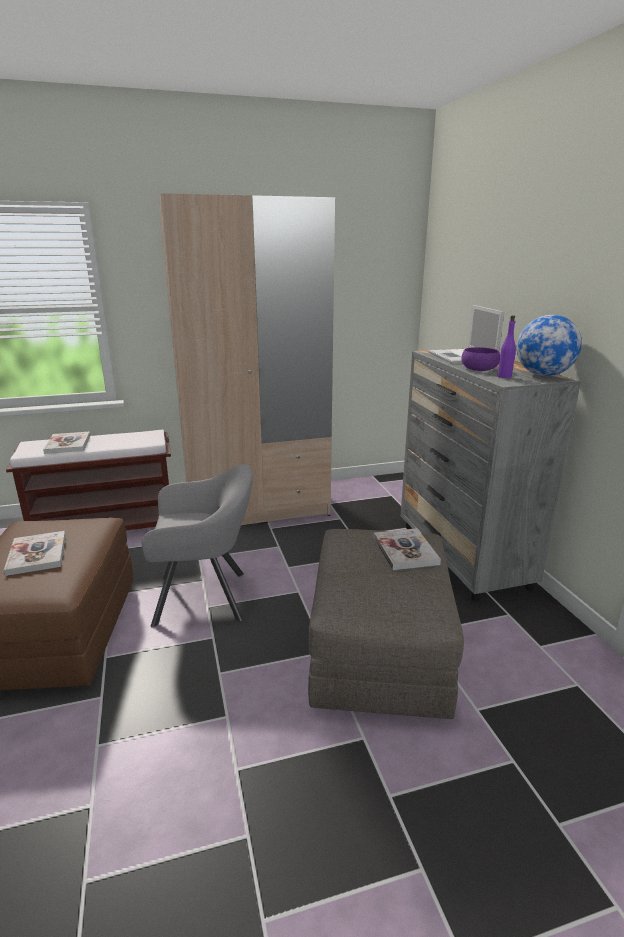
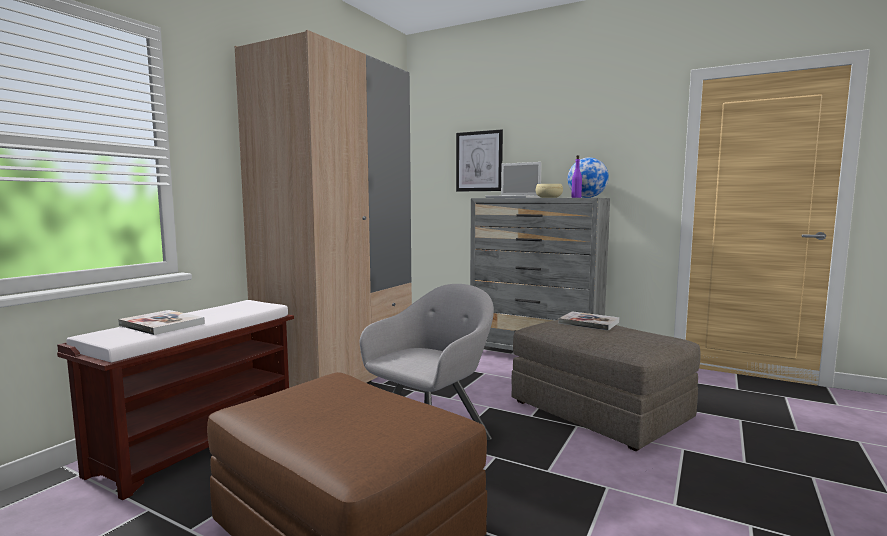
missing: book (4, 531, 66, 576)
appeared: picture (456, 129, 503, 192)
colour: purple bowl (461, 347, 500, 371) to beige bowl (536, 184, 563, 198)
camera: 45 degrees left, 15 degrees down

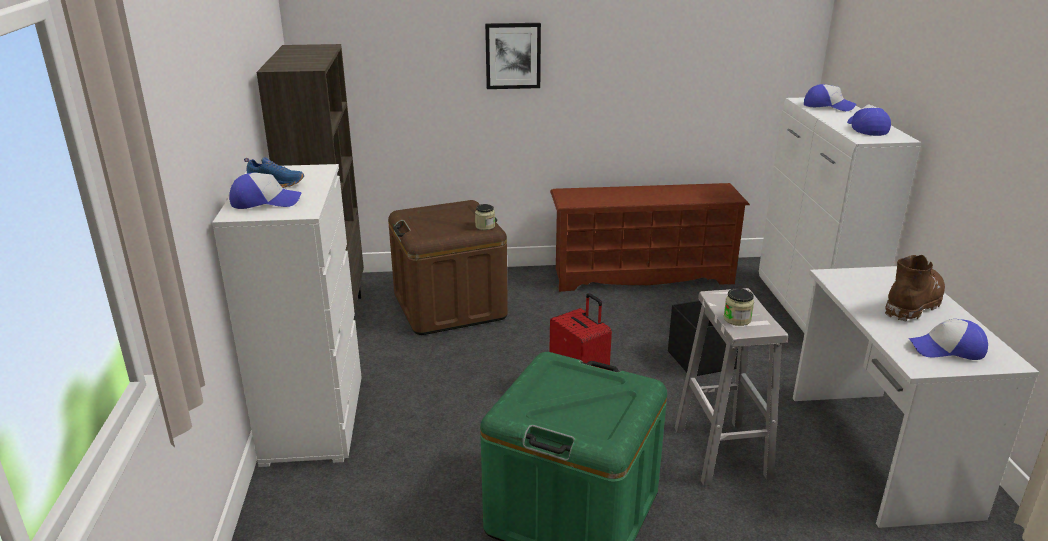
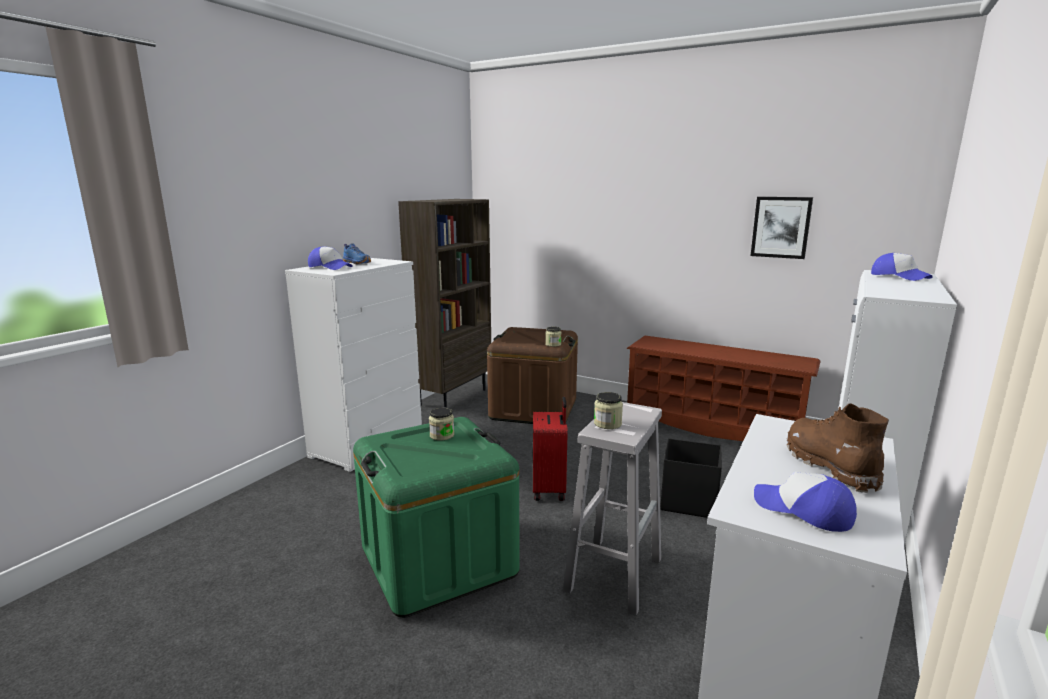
missing: cap (847, 104, 891, 136)
appeared: jar (429, 407, 454, 441)
relocated: picture (485, 23, 541, 89) to (751, 197, 813, 259)
spun: brown boot (885, 255, 945, 322) = (787, 403, 889, 493) 90 degrees counterclockwise
camera: 35 degrees right, 10 degrees down

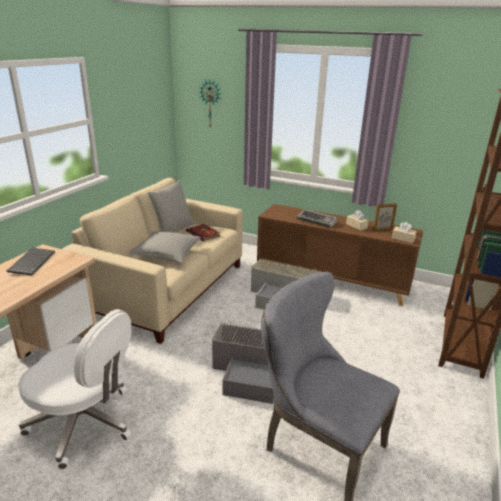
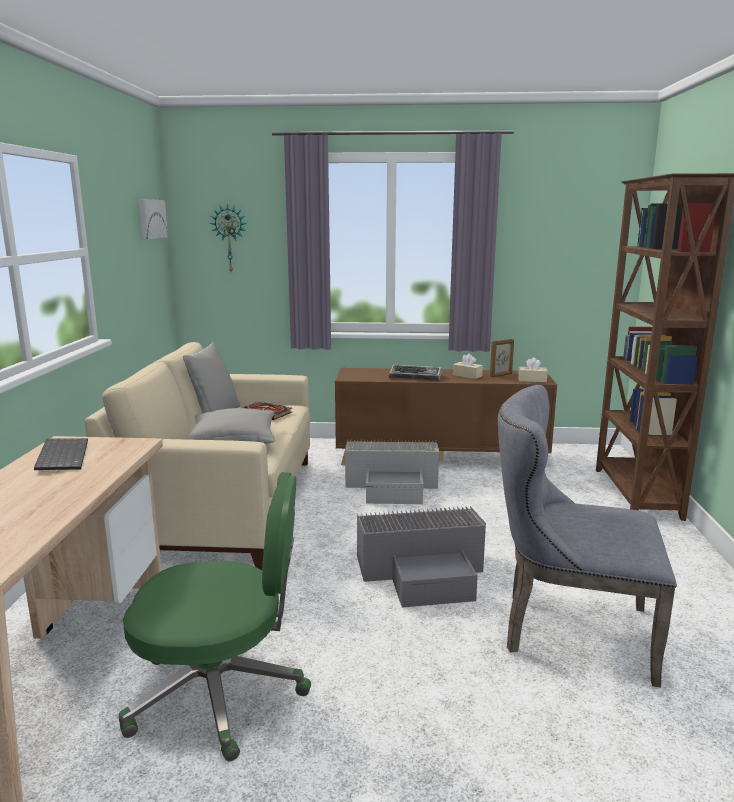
appeared: picture (139, 199, 168, 239)
colour: white office chair (18, 309, 132, 469) to green office chair (119, 472, 311, 762)
camera: 20 degrees left, 10 degrees down

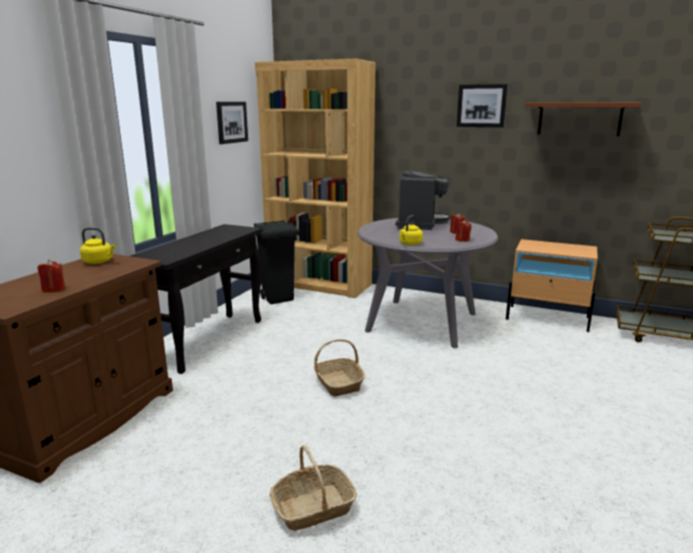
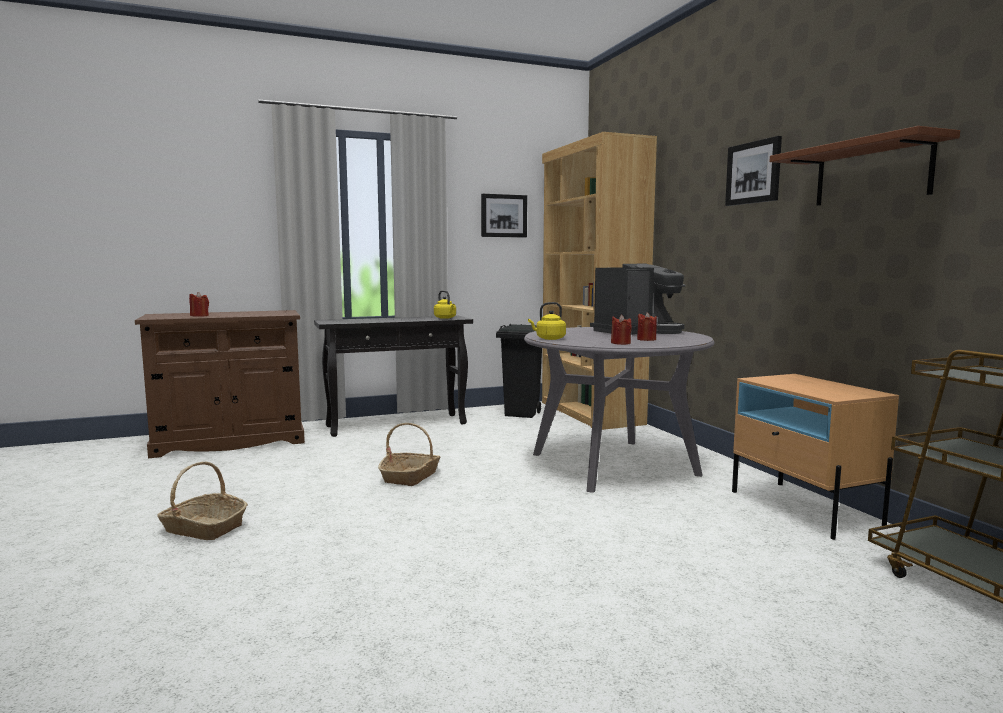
relocated: yellow kettle (80, 227, 116, 264) to (434, 290, 456, 319)
camera: 45 degrees right, 10 degrees down

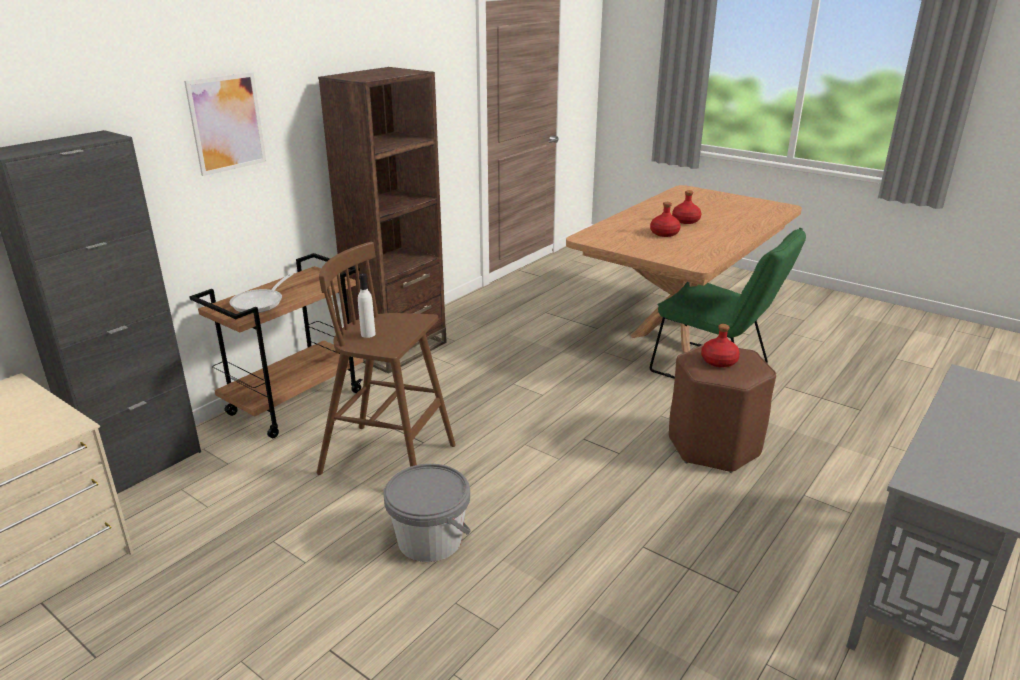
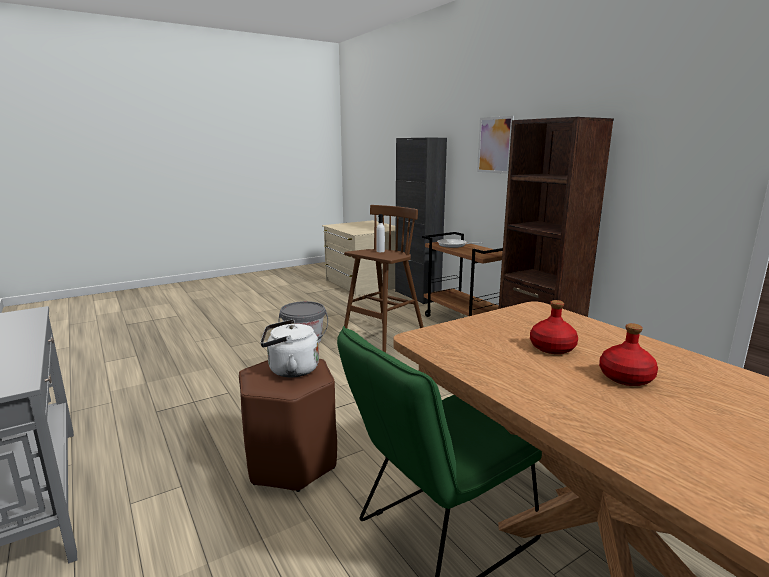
exchanged: red bottle (701, 324, 740, 368) to white kettle (260, 319, 319, 377)
camera: 110 degrees right, 10 degrees down

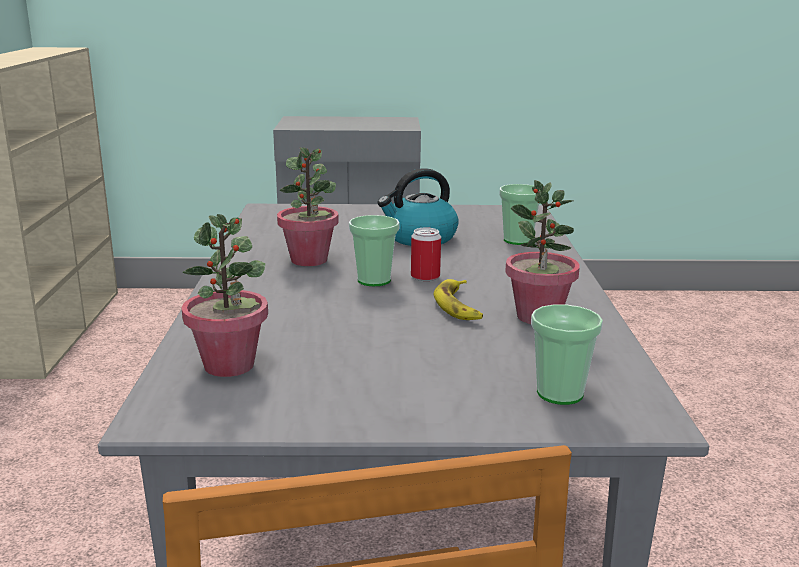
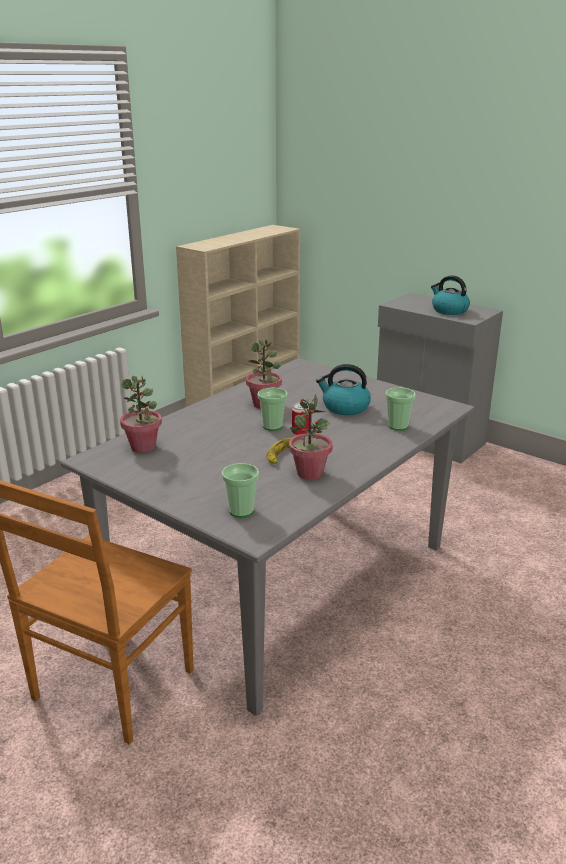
appeared: kettle (431, 275, 470, 315)
camera: 40 degrees right, 5 degrees up

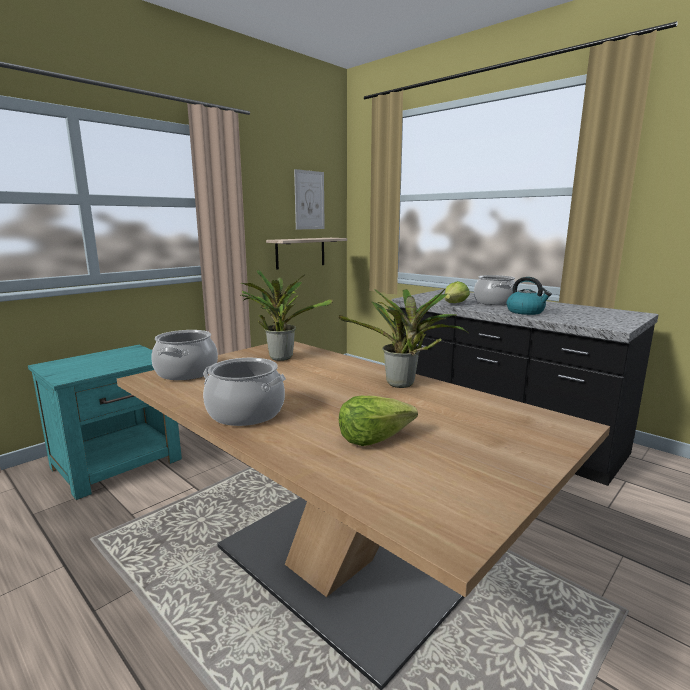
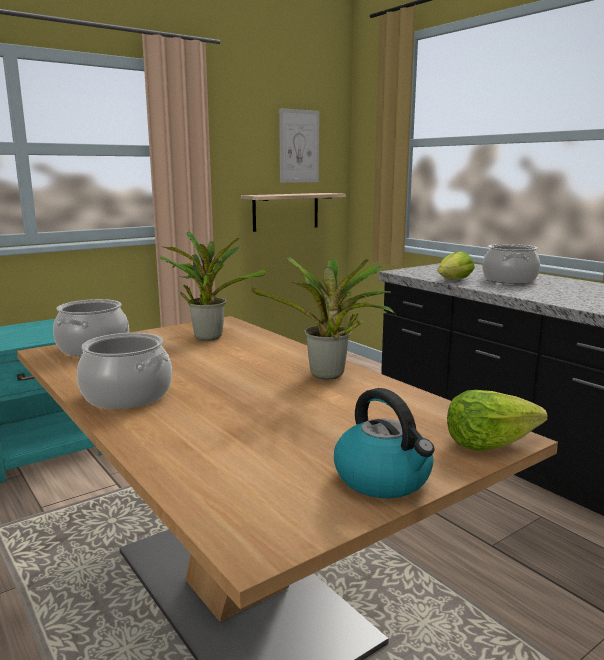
relocated: lettuce (339, 396, 418, 446) to (447, 390, 548, 451); kettle (507, 277, 552, 315) to (334, 388, 434, 498)
camera: 10 degrees right, 0 degrees up

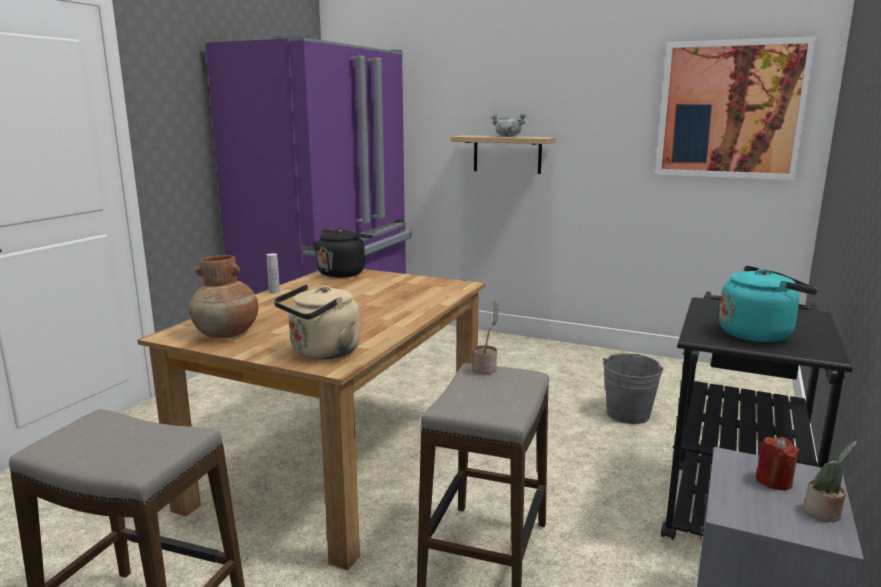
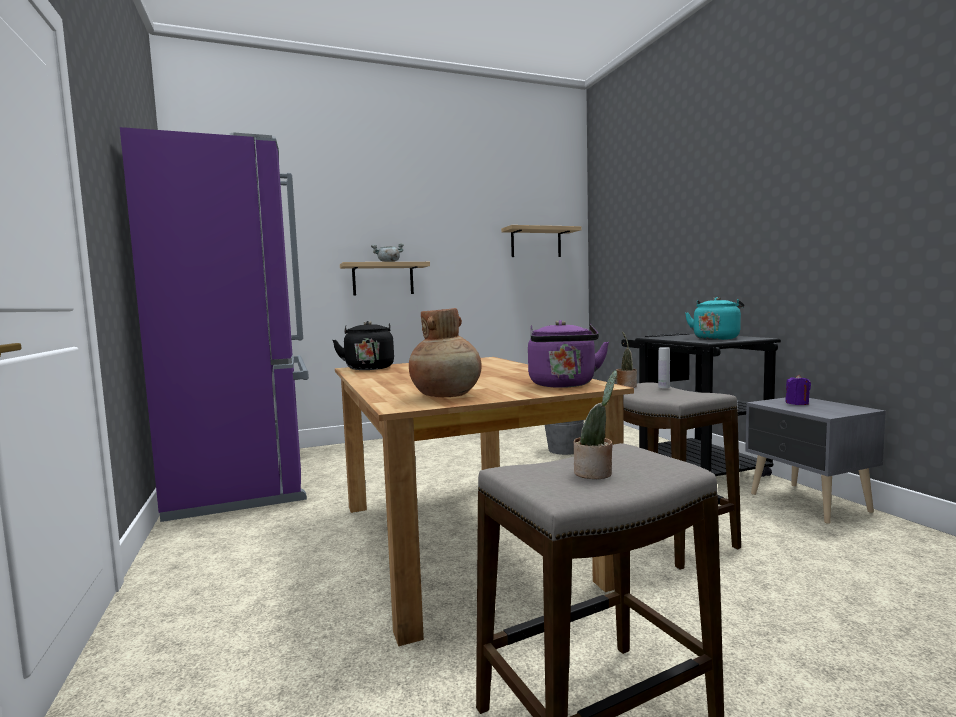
relocated: white bottle (267, 253, 280, 293) to (658, 347, 670, 388); potted plant (804, 441, 857, 522) to (573, 370, 617, 479)
exchanged: picture (655, 37, 816, 180) to shelf (501, 225, 582, 257)
colour: beige kettle (274, 284, 360, 360) to purple kettle (528, 320, 609, 388); red candle (756, 437, 799, 490) to purple candle (785, 375, 811, 405)
camera: 45 degrees left, 10 degrees down

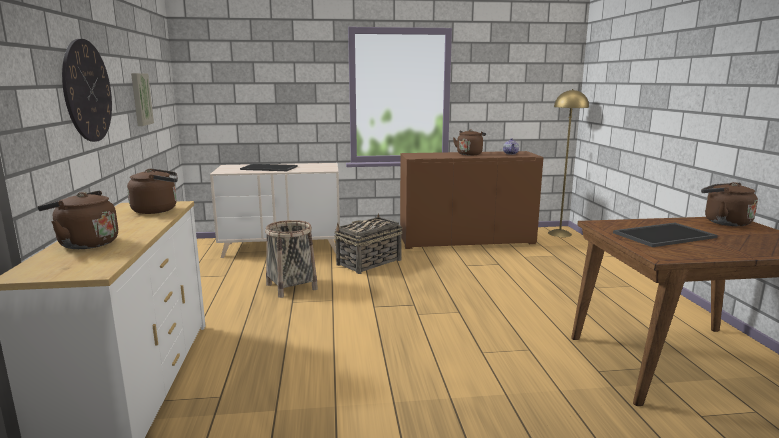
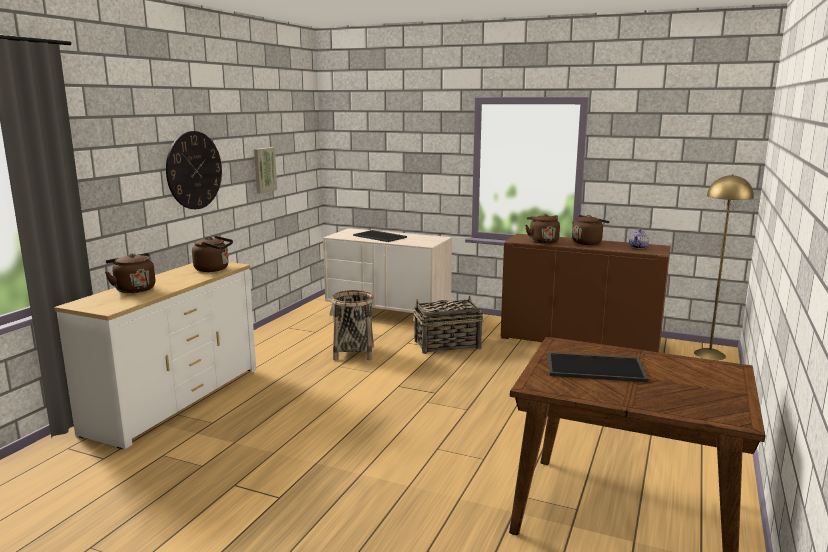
relocated: brown kettle (701, 182, 758, 226) to (525, 214, 560, 244)
camera: 30 degrees right, 0 degrees up

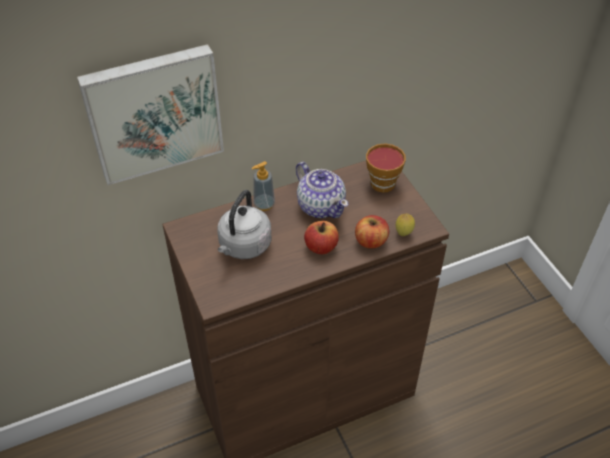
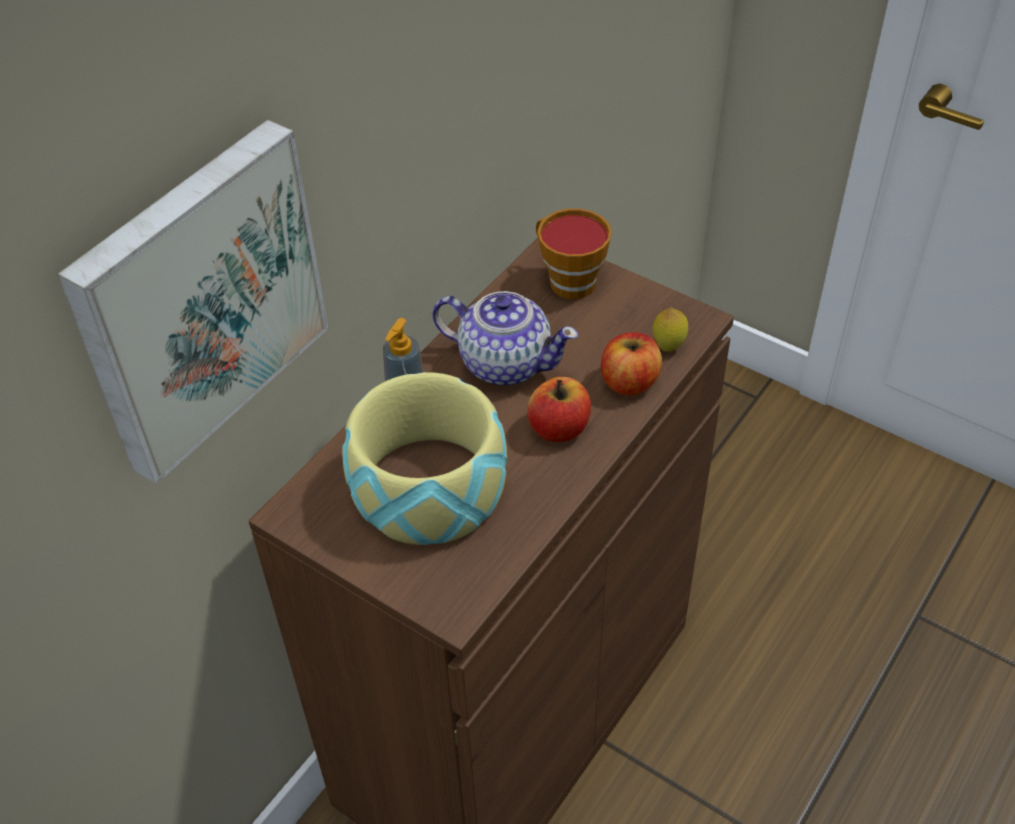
exchanged: grey kettle (217, 190, 272, 259) to bowl (342, 372, 507, 545)
camera: 30 degrees left, 0 degrees up

